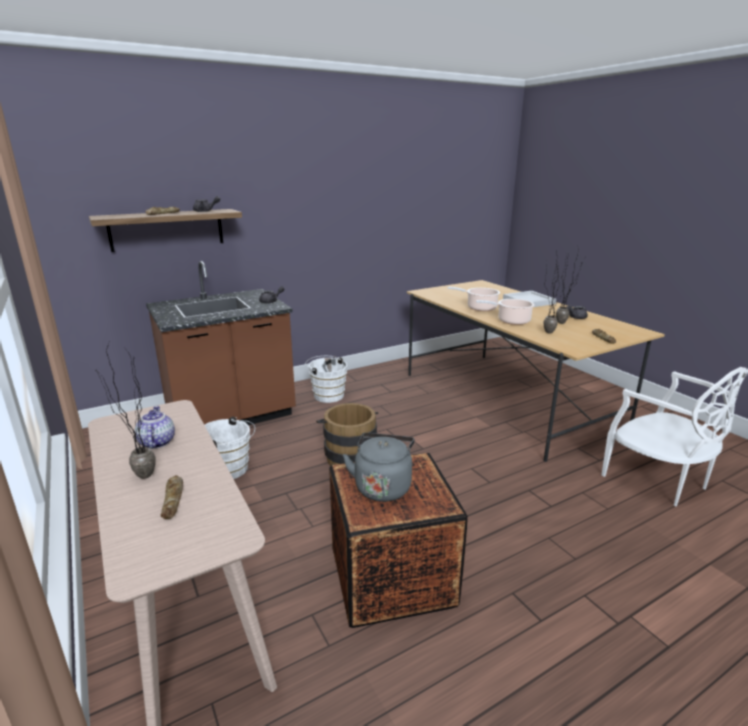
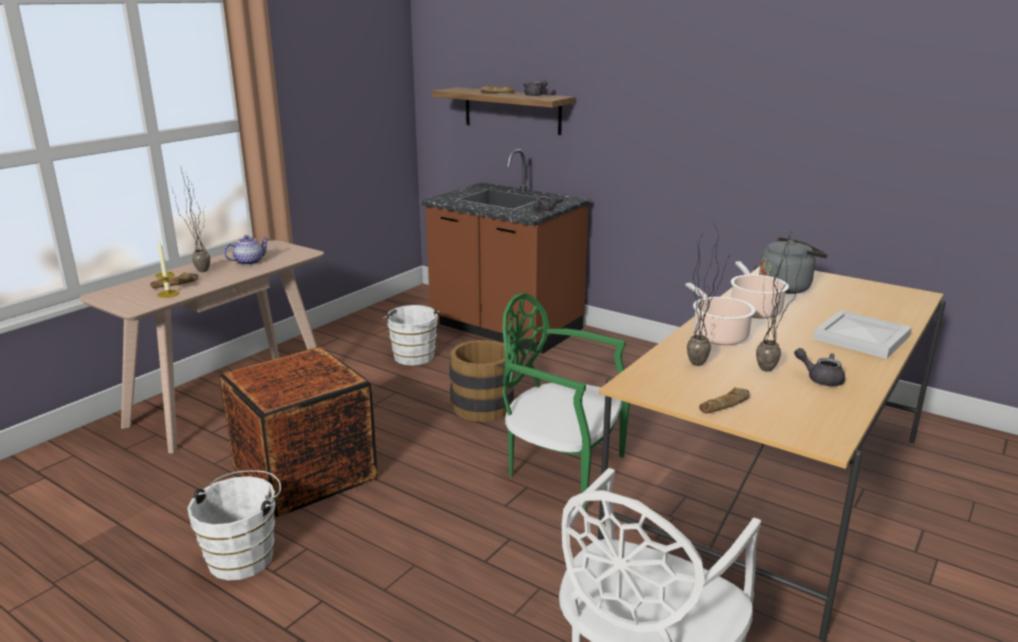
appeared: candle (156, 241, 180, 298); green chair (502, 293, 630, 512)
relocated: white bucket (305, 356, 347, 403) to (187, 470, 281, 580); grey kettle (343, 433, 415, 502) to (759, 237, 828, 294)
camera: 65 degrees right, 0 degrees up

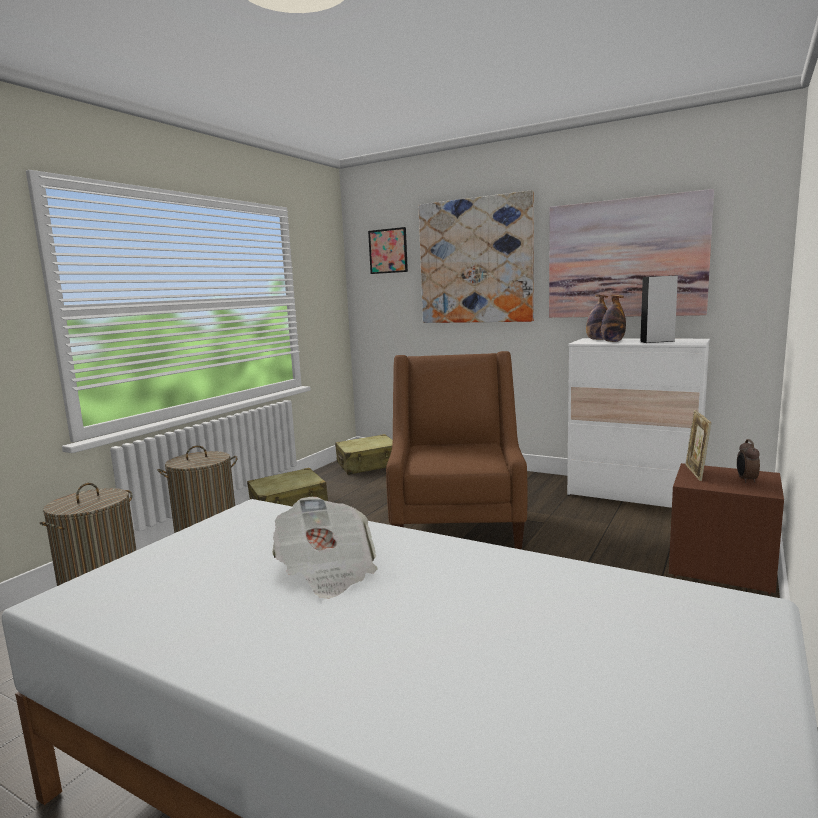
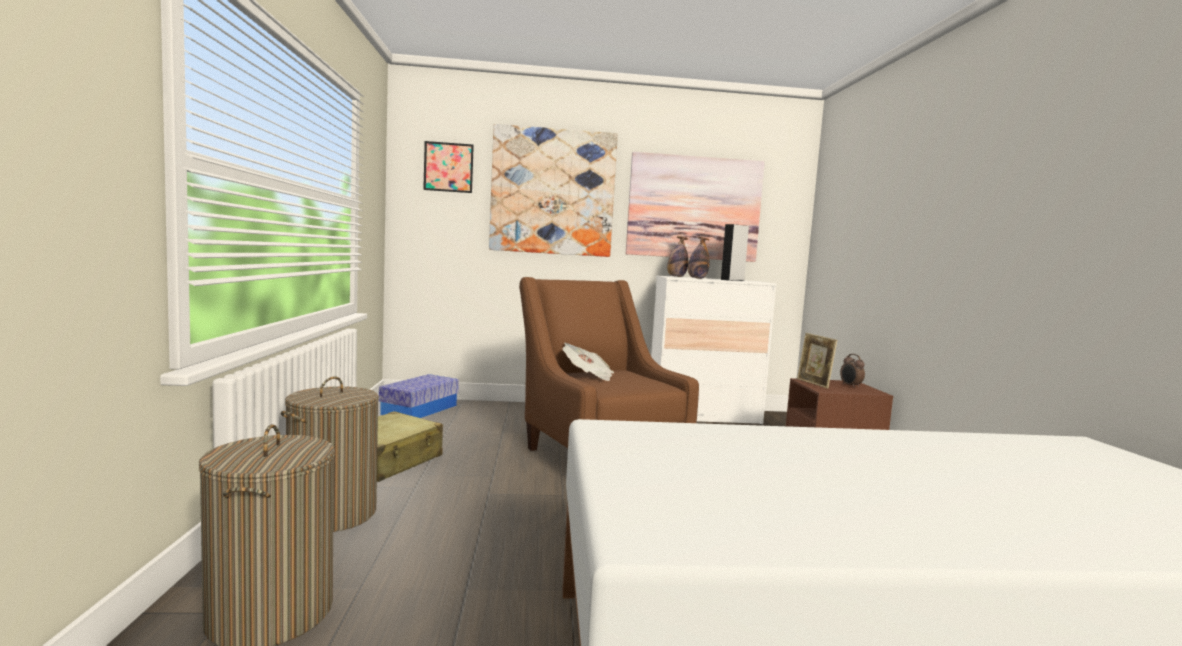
relocated: newspaper (272, 497, 377, 599) to (562, 342, 614, 381)
exchanged: beige suitcase (335, 434, 393, 475) to storage box (379, 374, 459, 418)
camera: 35 degrees left, 5 degrees down

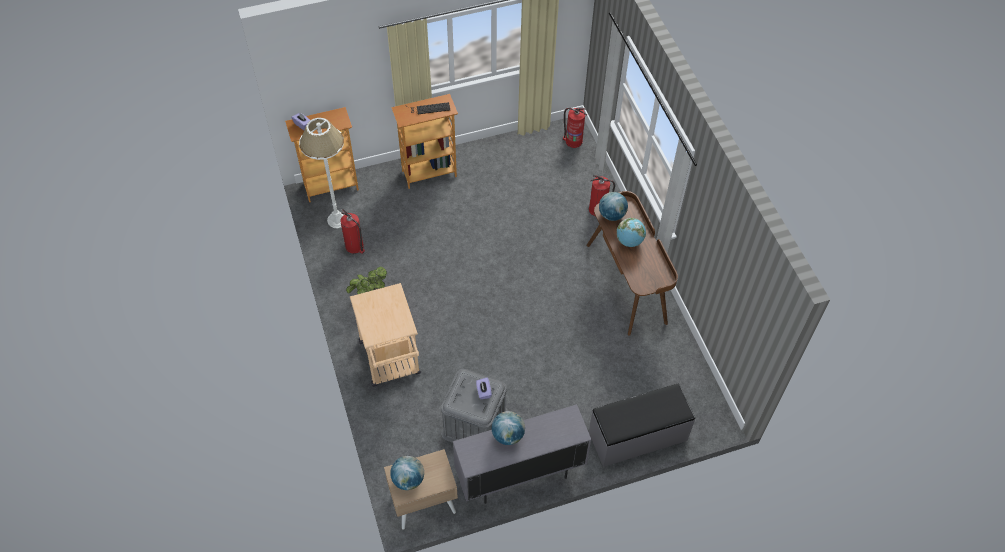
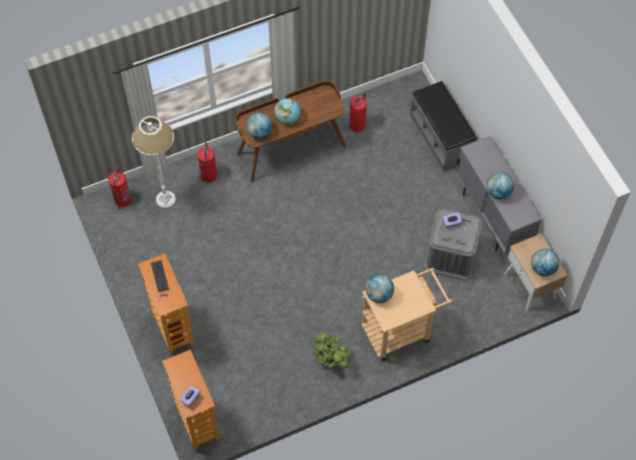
appeared: globe (365, 274, 394, 303)
relocated: white floor lamp (299, 118, 344, 228) to (132, 116, 175, 208); fire extinguisher (341, 208, 365, 254) to (349, 93, 367, 132)
camera: 95 degrees left, 5 degrees up

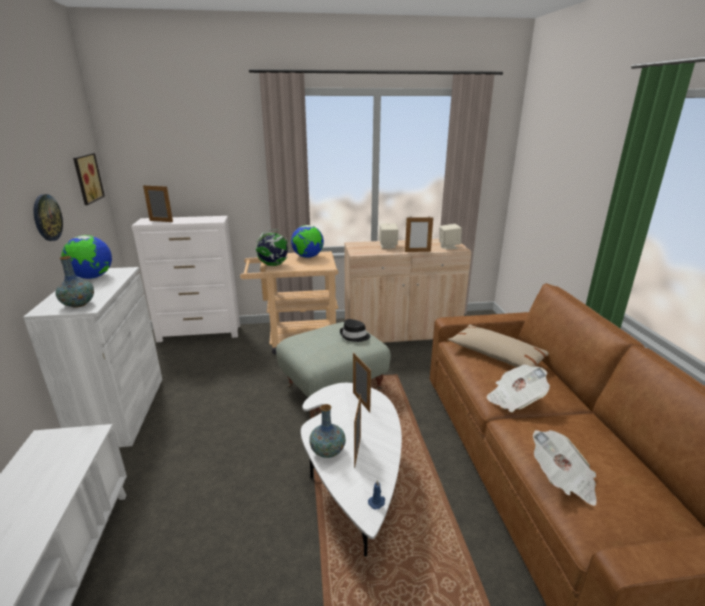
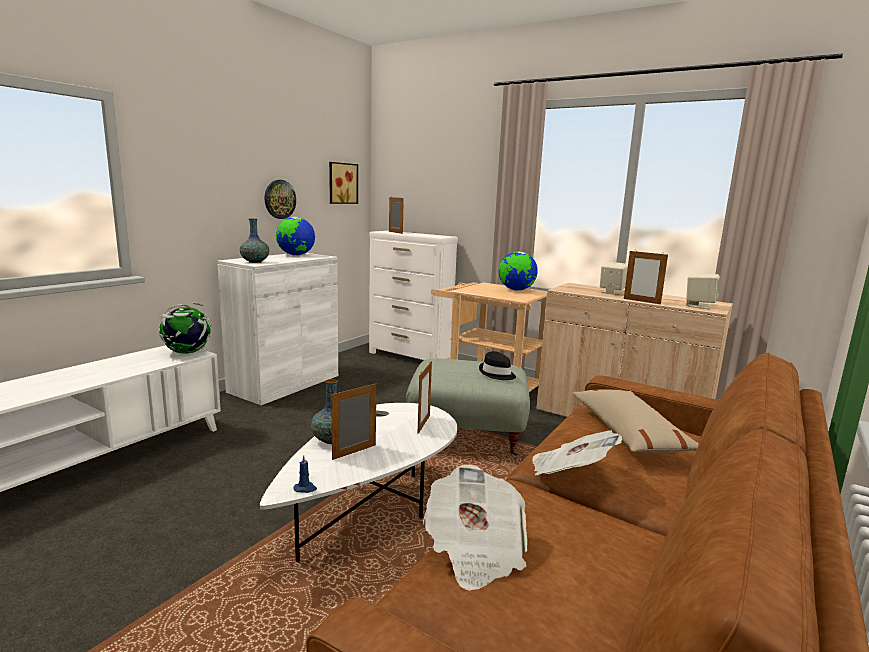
relocated: globe (256, 229, 290, 266) to (159, 303, 211, 354)
camera: 40 degrees right, 10 degrees down

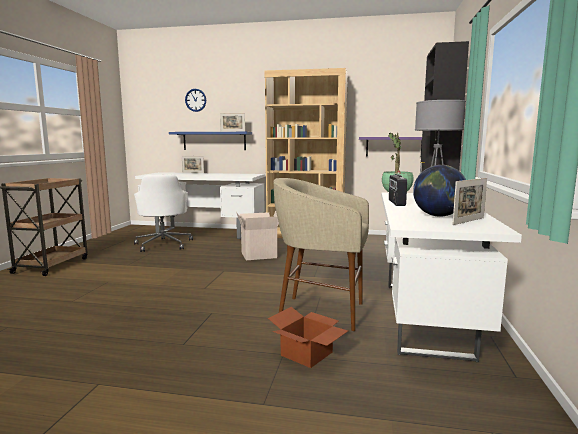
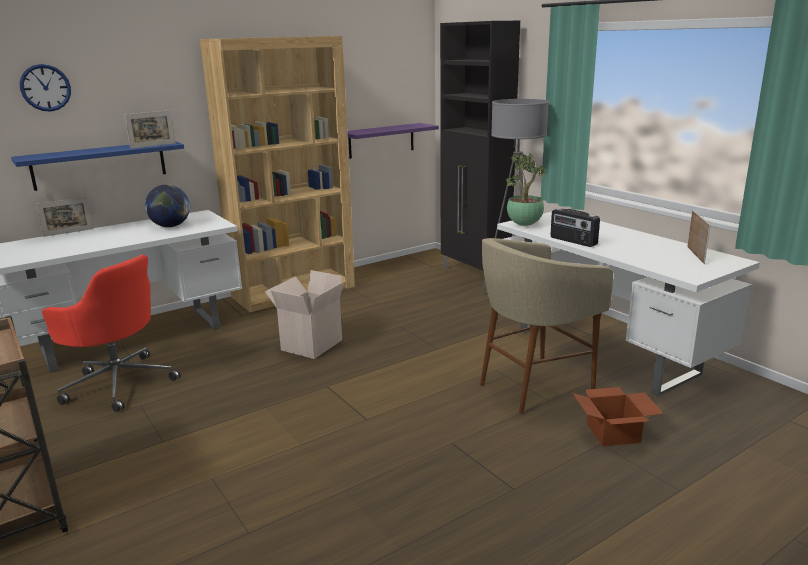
relocated: globe (413, 165, 466, 217) to (145, 184, 190, 227)
colour: white office chair (134, 174, 193, 252) to red office chair (42, 255, 181, 412)
camera: 45 degrees left, 10 degrees up

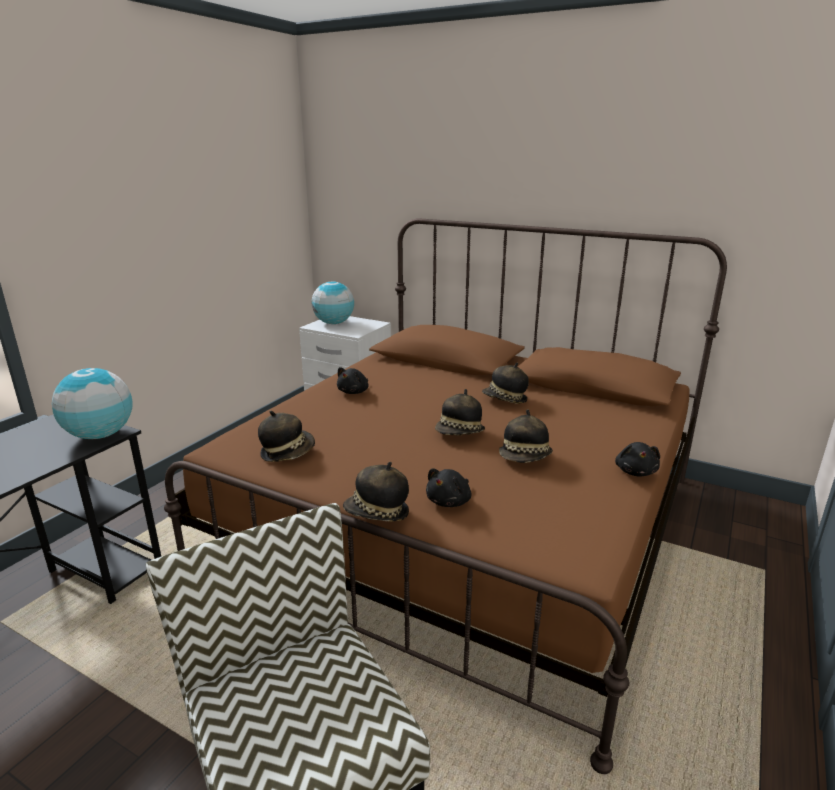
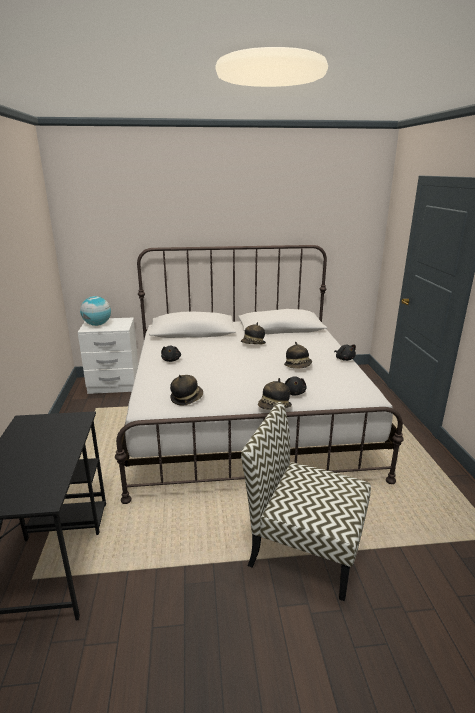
missing: globe (52, 368, 133, 439); hat (435, 389, 485, 436)
colour: brown bed (164, 218, 727, 774) to white bed (115, 245, 404, 504)
camera: 35 degrees left, 0 degrees up

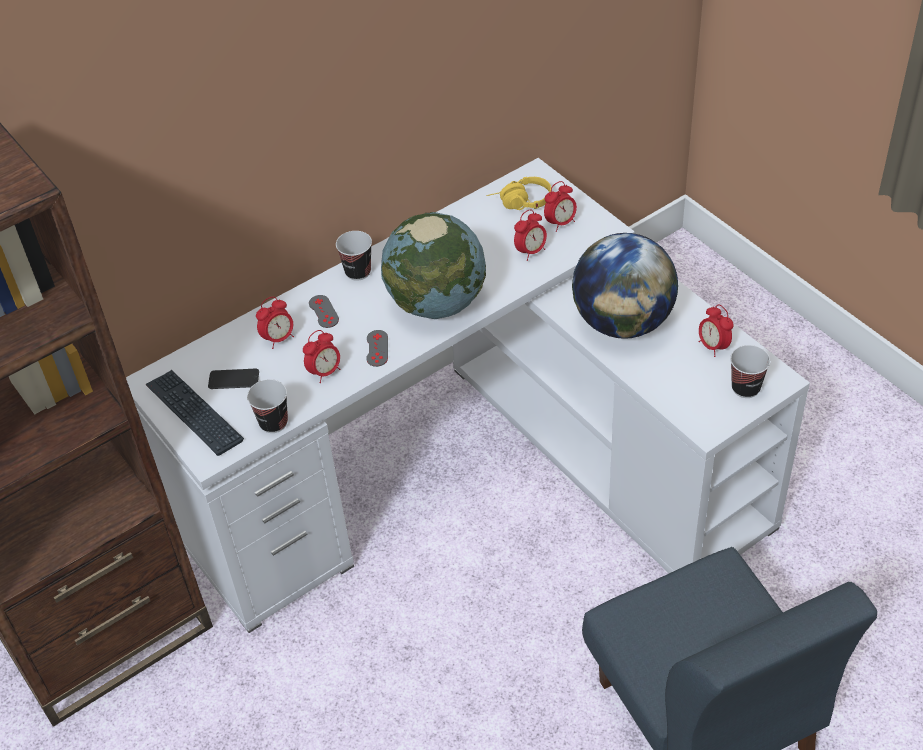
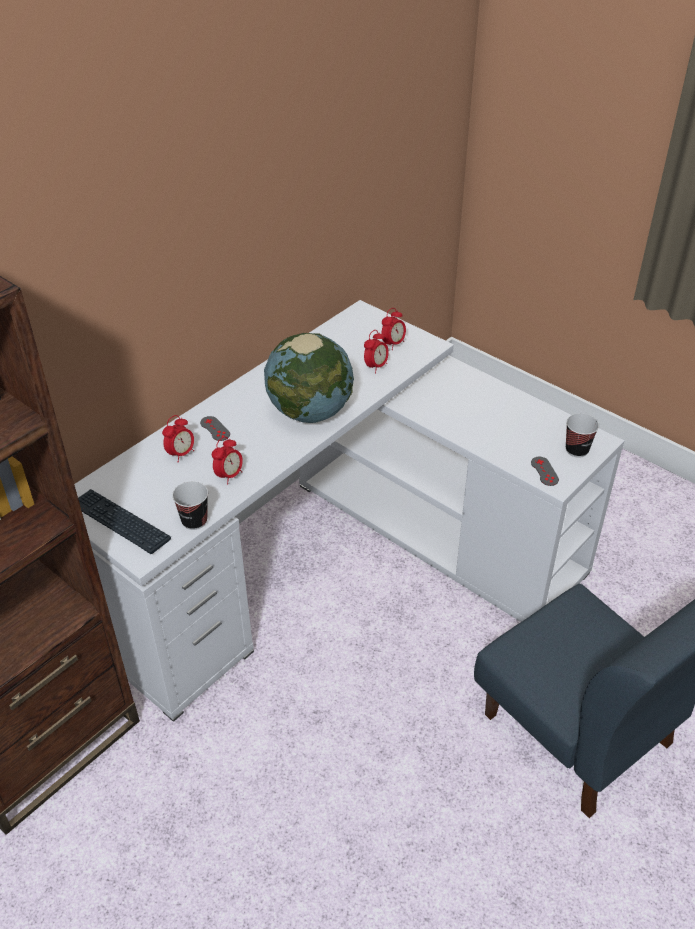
missing: phone (208, 369, 259, 389); cup (336, 231, 372, 281); yellow headphones (486, 177, 551, 210); globe (572, 233, 678, 339); alarm clock (699, 304, 734, 357)
relocated: grey game controller (366, 330, 388, 367) to (531, 457, 559, 486)
camera: 15 degrees left, 5 degrees down

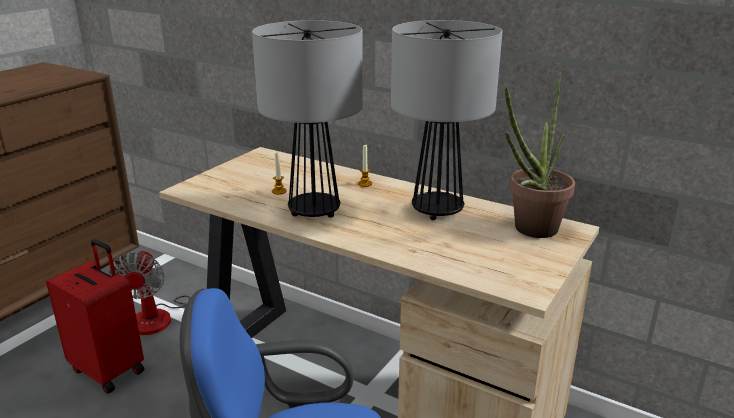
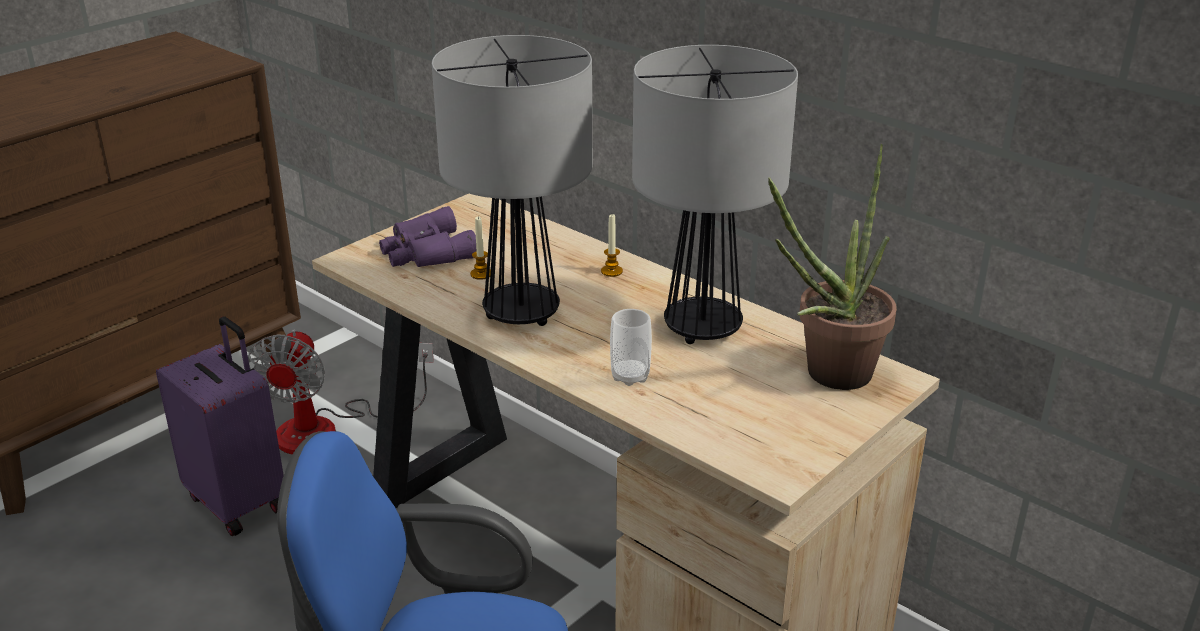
appeared: purple binoculars (379, 206, 476, 267); cup (610, 309, 652, 386)
colour: red suitcase (46, 239, 144, 394) to purple suitcase (156, 316, 284, 536)
camera: 10 degrees right, 5 degrees up

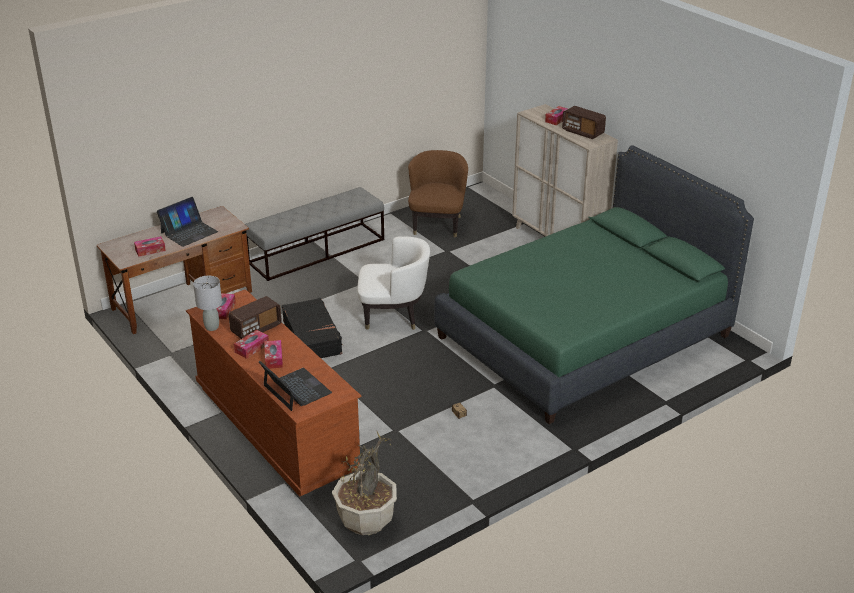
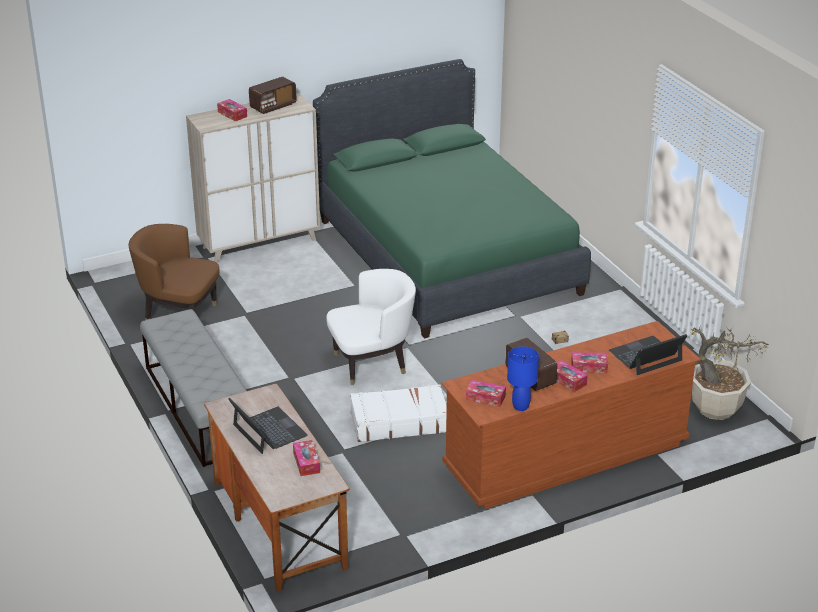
colour: grey table lamp (193, 276, 222, 331) to blue table lamp (507, 347, 539, 411); black suitcase (282, 298, 344, 358) to white suitcase (350, 384, 447, 442)
spun: white armchair (357, 236, 430, 330) = (326, 269, 416, 385) 60 degrees clockwise
camera: 80 degrees left, 0 degrees up

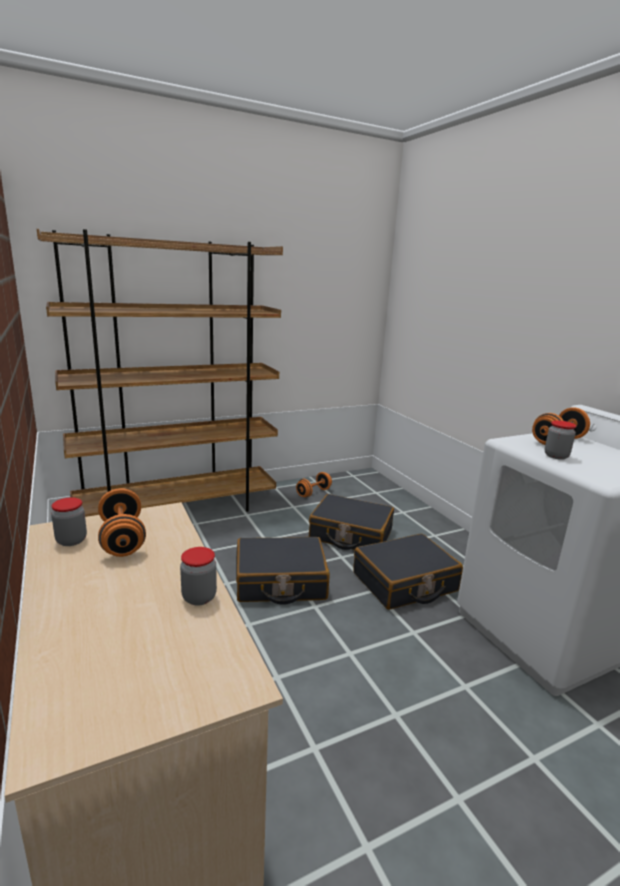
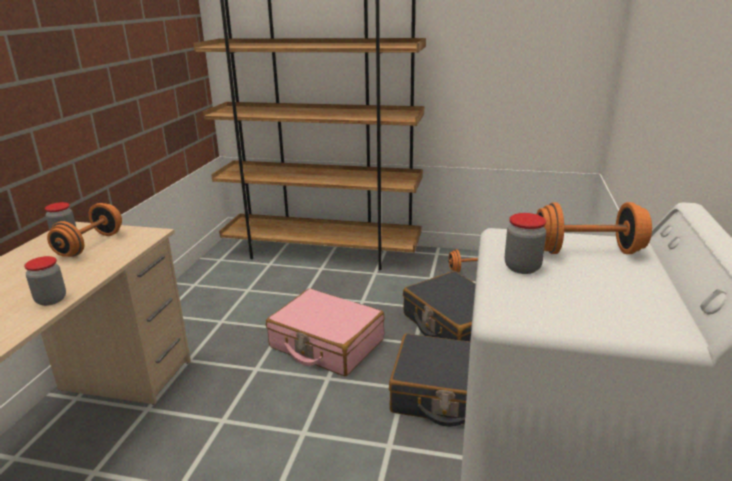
colour: black suitcase (236, 537, 330, 605) to pink suitcase (266, 289, 384, 376)
camera: 40 degrees right, 5 degrees up

